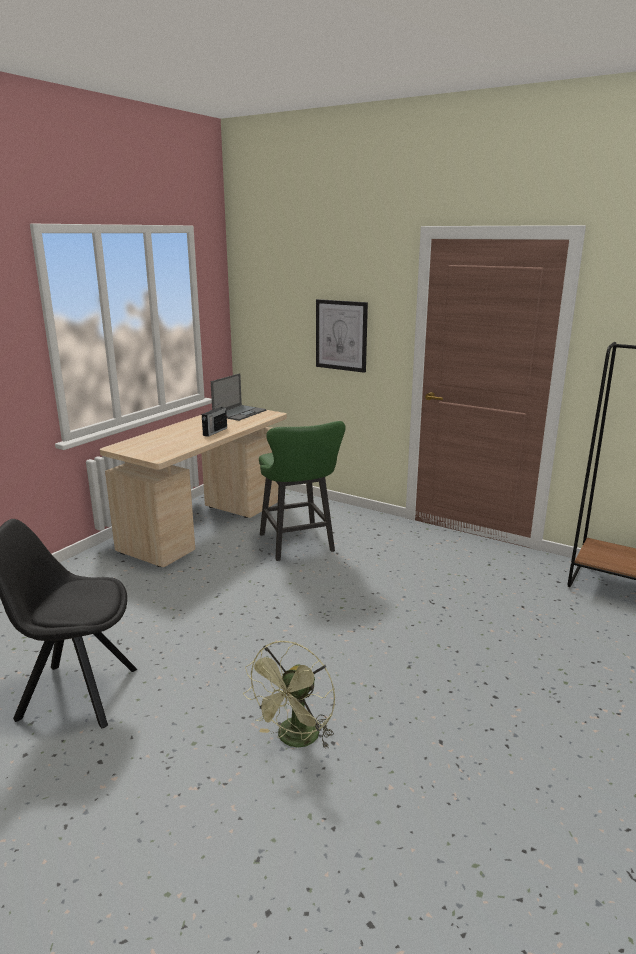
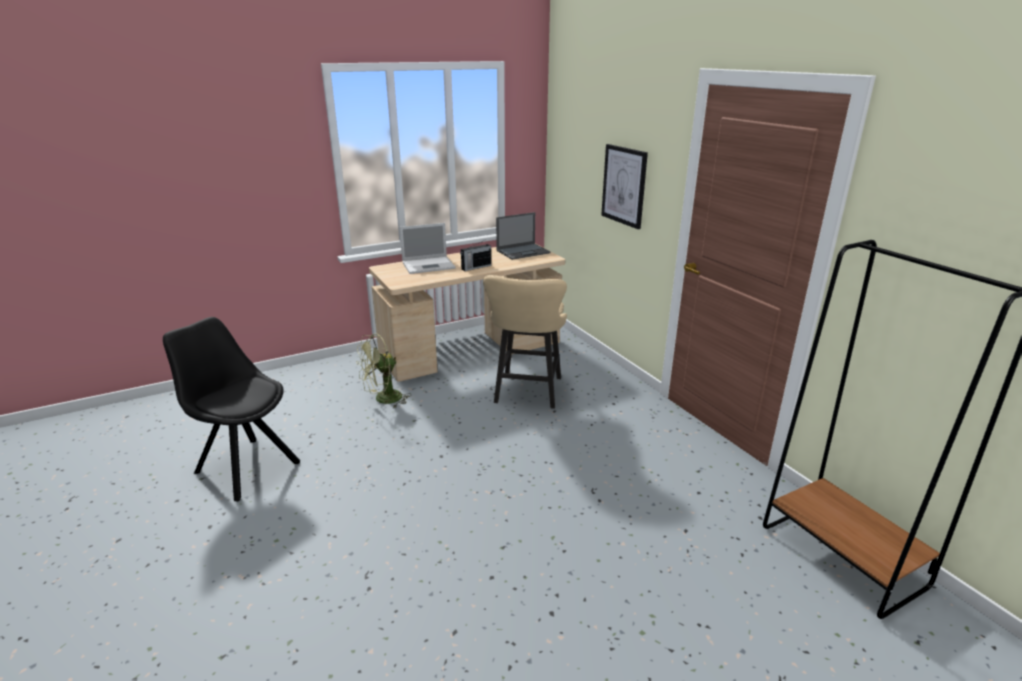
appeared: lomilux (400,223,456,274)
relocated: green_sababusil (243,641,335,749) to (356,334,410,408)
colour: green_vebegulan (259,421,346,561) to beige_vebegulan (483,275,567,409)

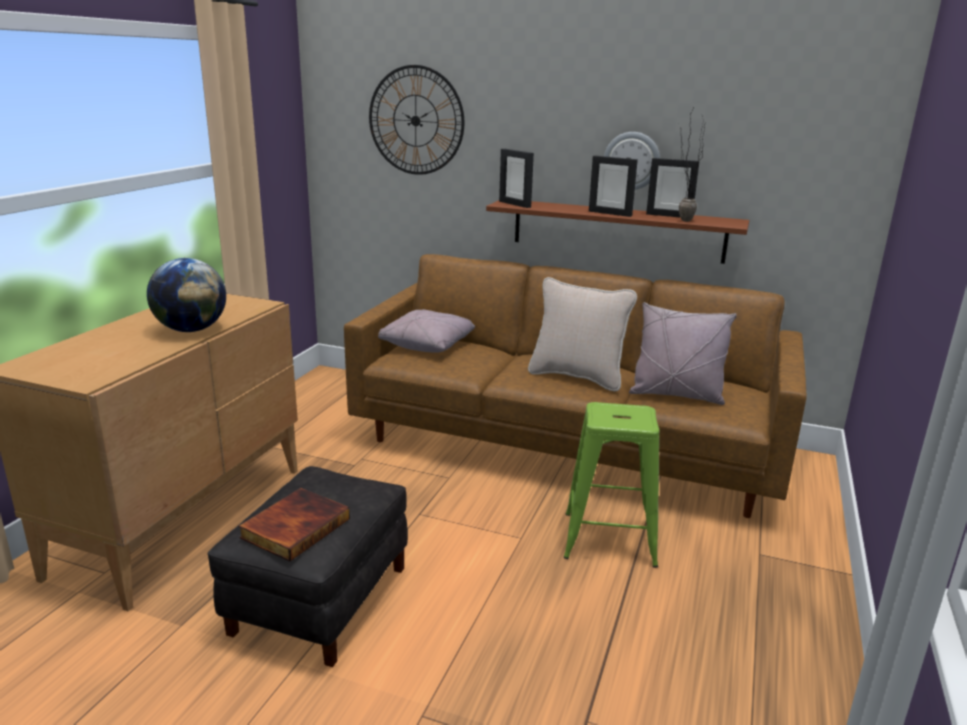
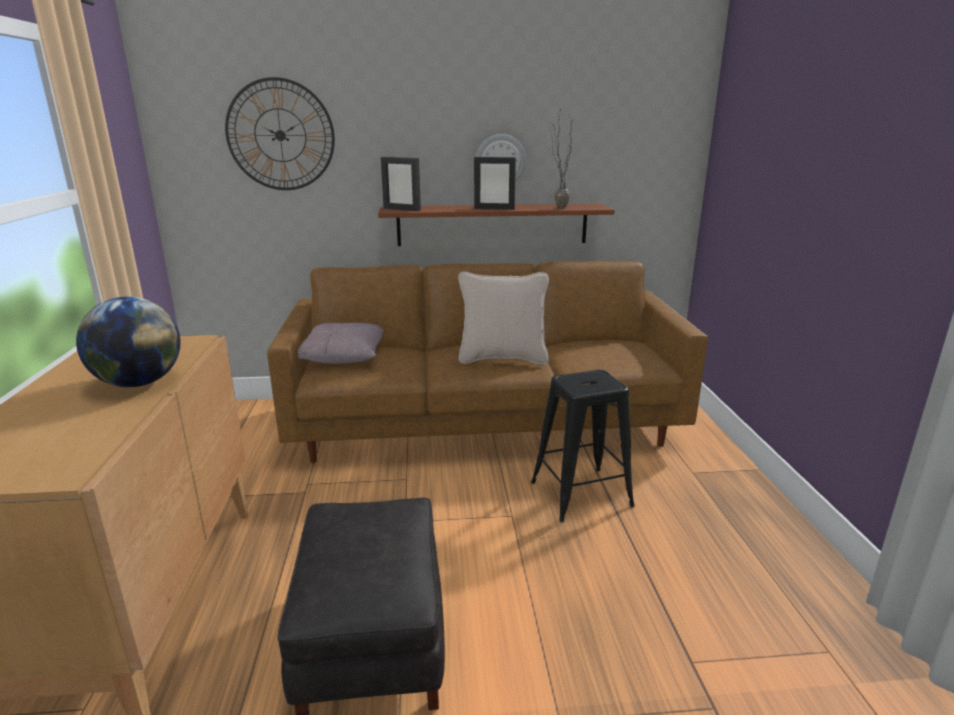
missing: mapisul (646,158,700,218); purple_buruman (629,302,737,405); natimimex (238,488,350,561)
colour: green_vebegulan (564,402,659,568) to black_vebegulan (531,370,635,523)

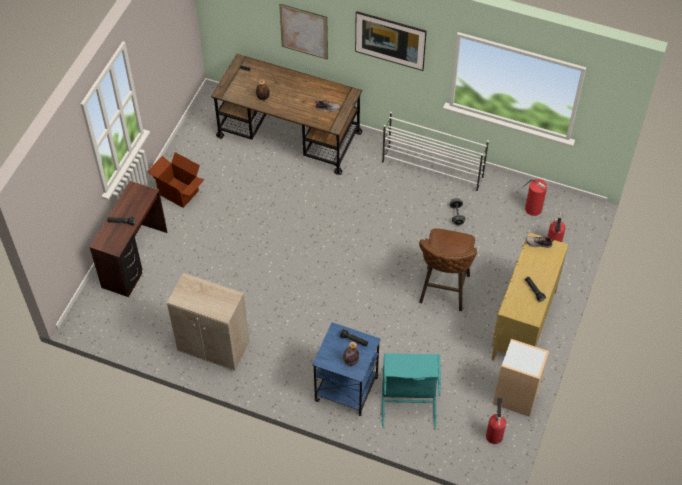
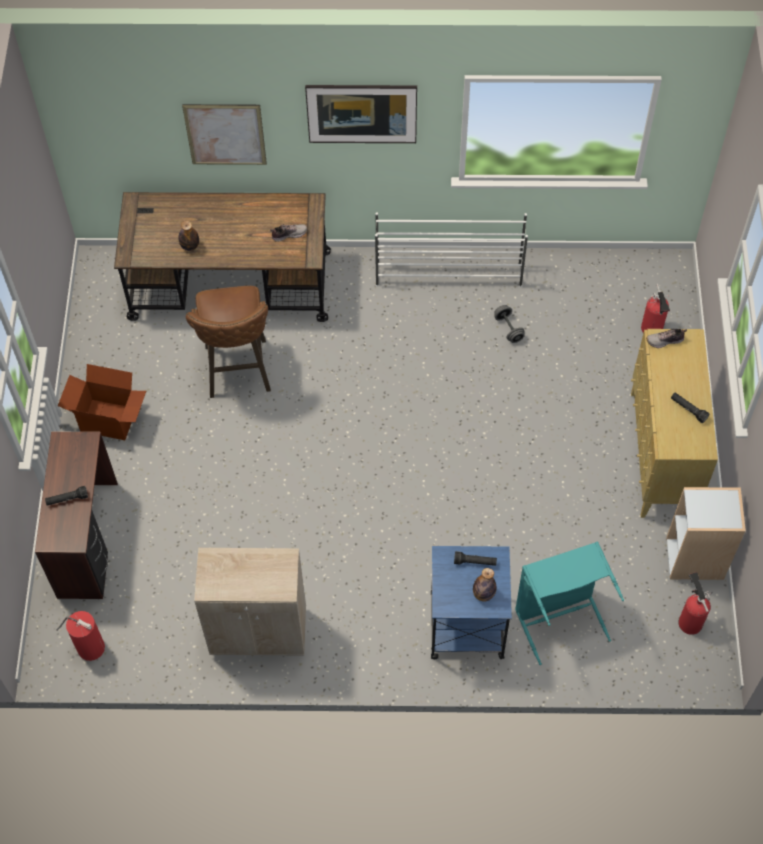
relocated: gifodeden (521,179,547,216) to (56,611,105,661); brown_vebegulan (419,228,477,311) to (186,286,271,398)

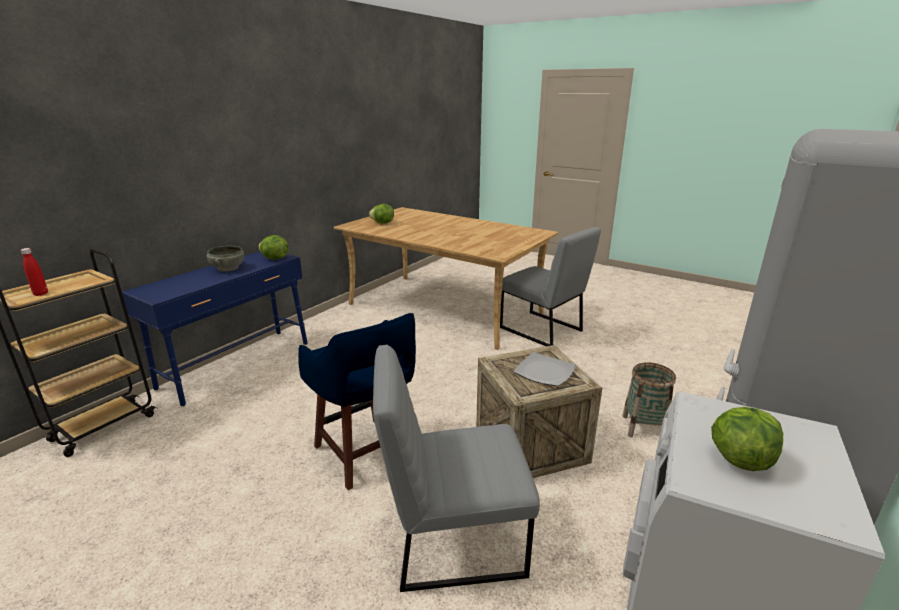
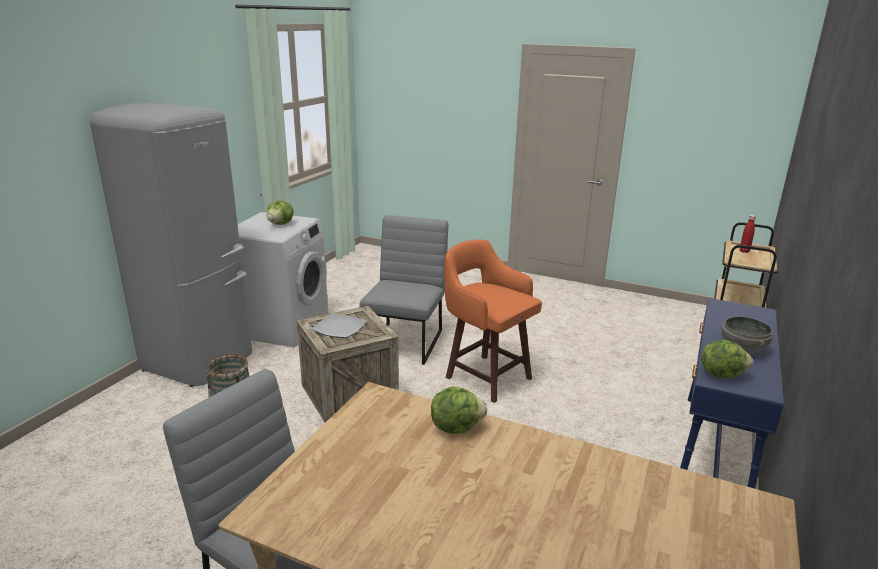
relocated: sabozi (369,204,394,224) to (431,386,487,434)
colour: blue_vebegulan (298,313,416,490) to orange_vebegulan (444,239,542,403)
spun: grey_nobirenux (373,345,540,592) = (359,215,448,365) 60 degrees counterclockwise

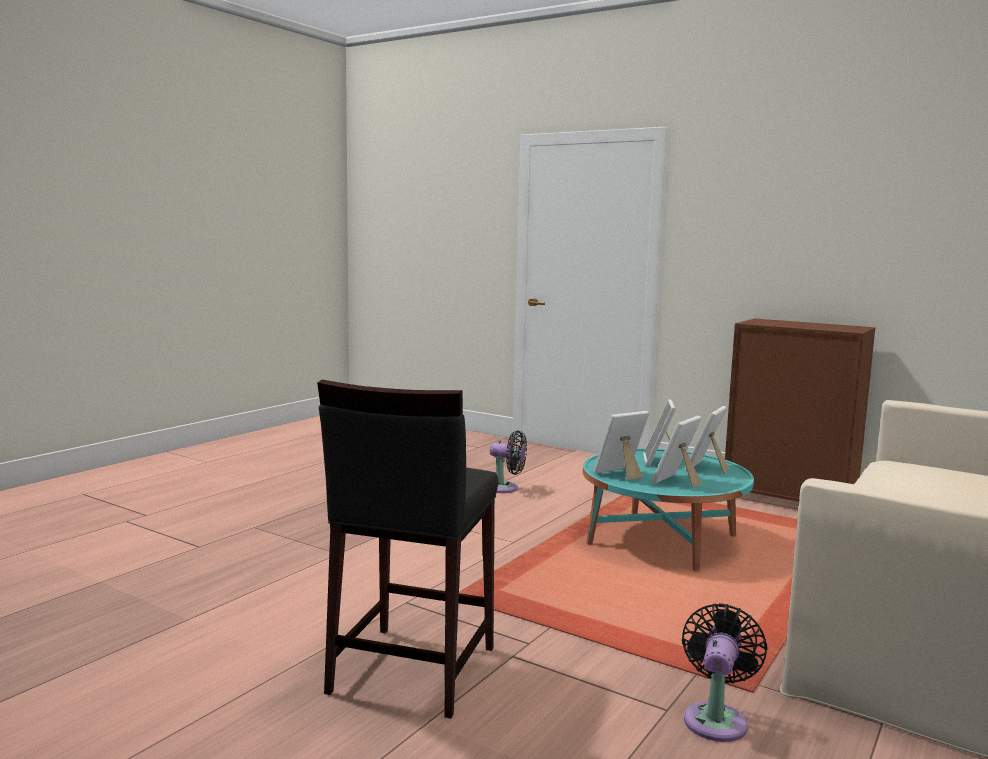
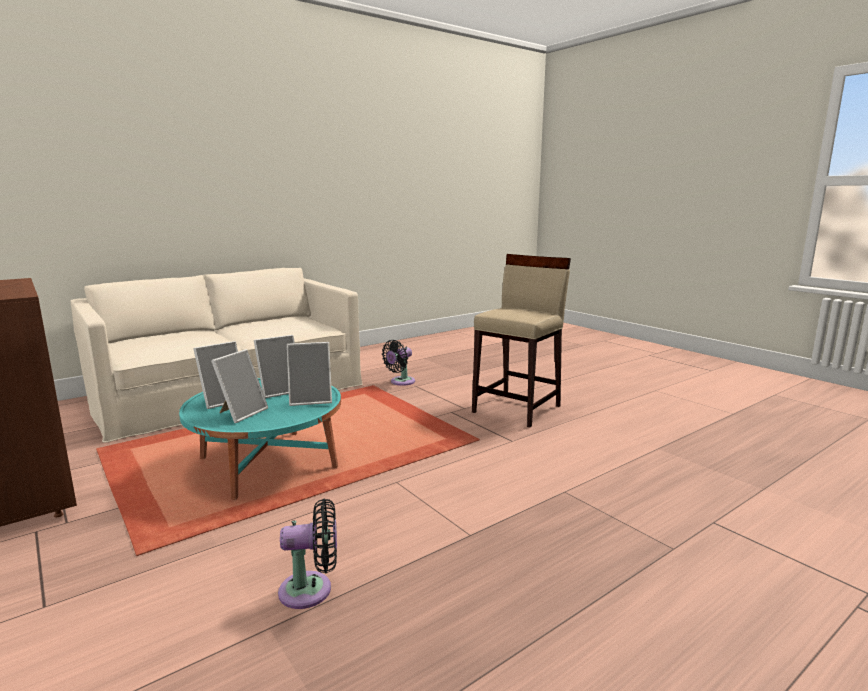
colour: black_vebegulan (317,380,498,719) to beige_vebegulan (472,254,571,427)
spun: black_sababusil (490,430,527,493) = (278,499,337,609) 135 degrees clockwise

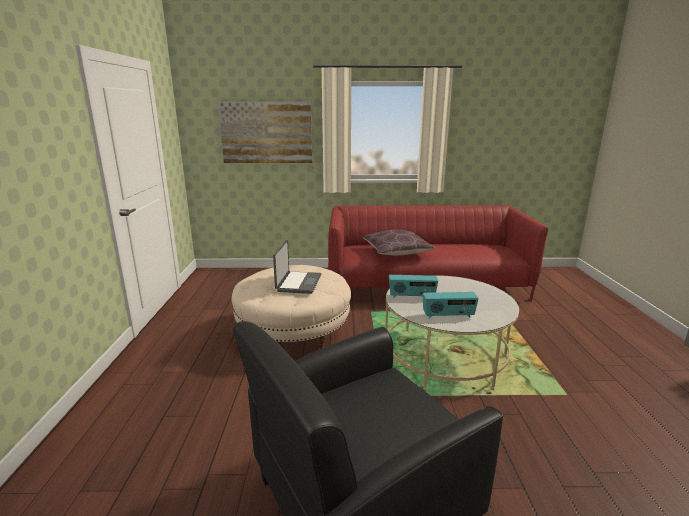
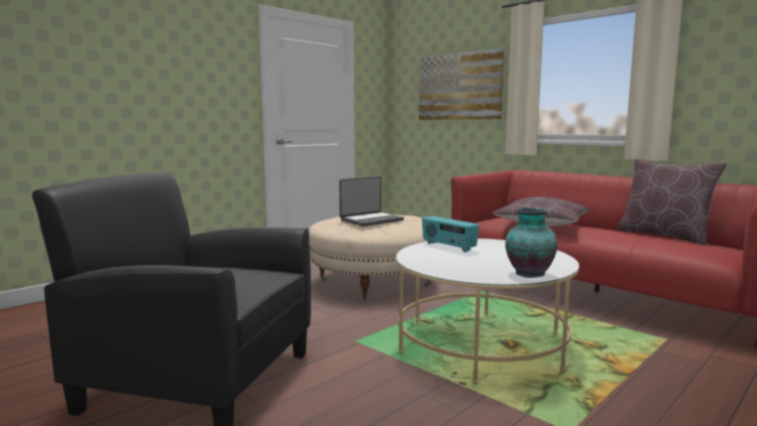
missing: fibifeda (422,292,479,318)
appeared: brown_buruman (616,159,727,245); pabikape (505,208,557,278)

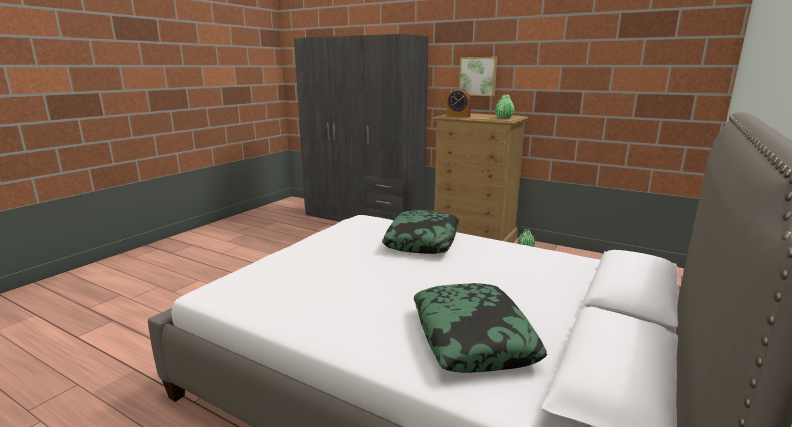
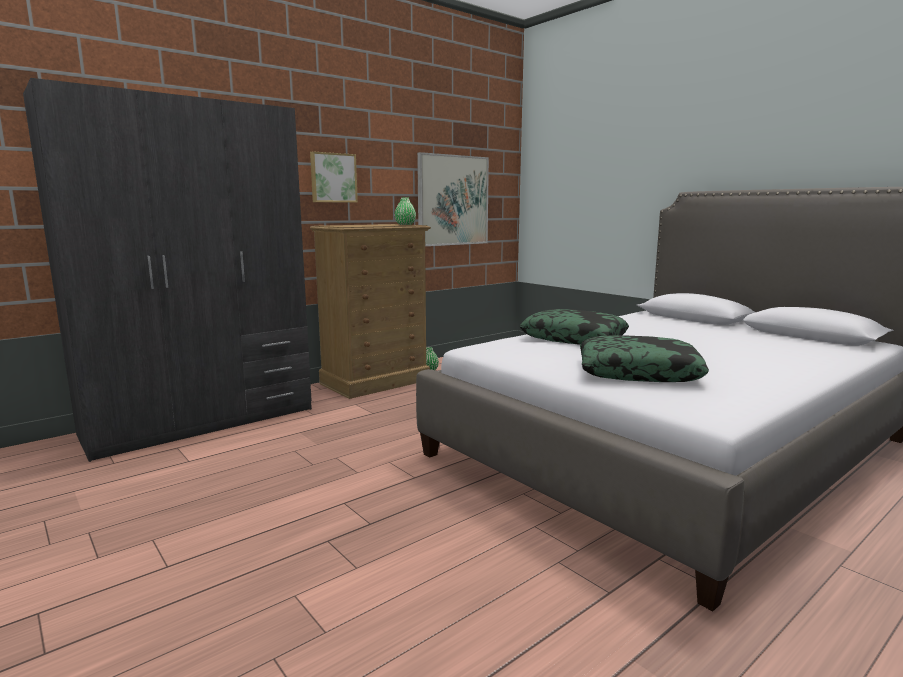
missing: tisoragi (447,88,471,118)
appeared: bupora (417,152,489,246)
relocated: buruman (414,283,547,373) to (580,335,709,382)

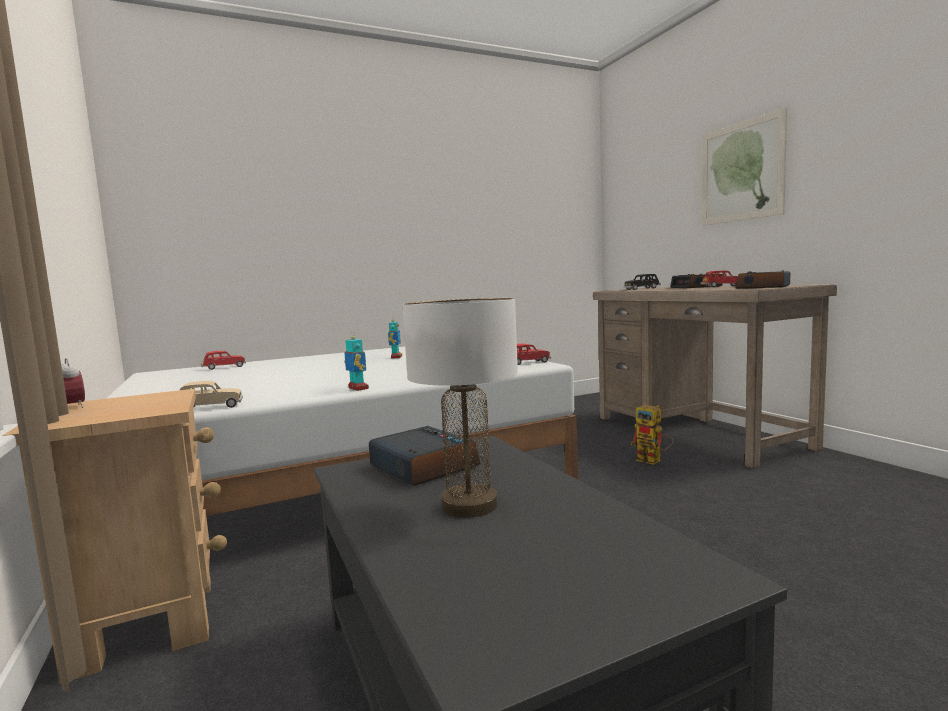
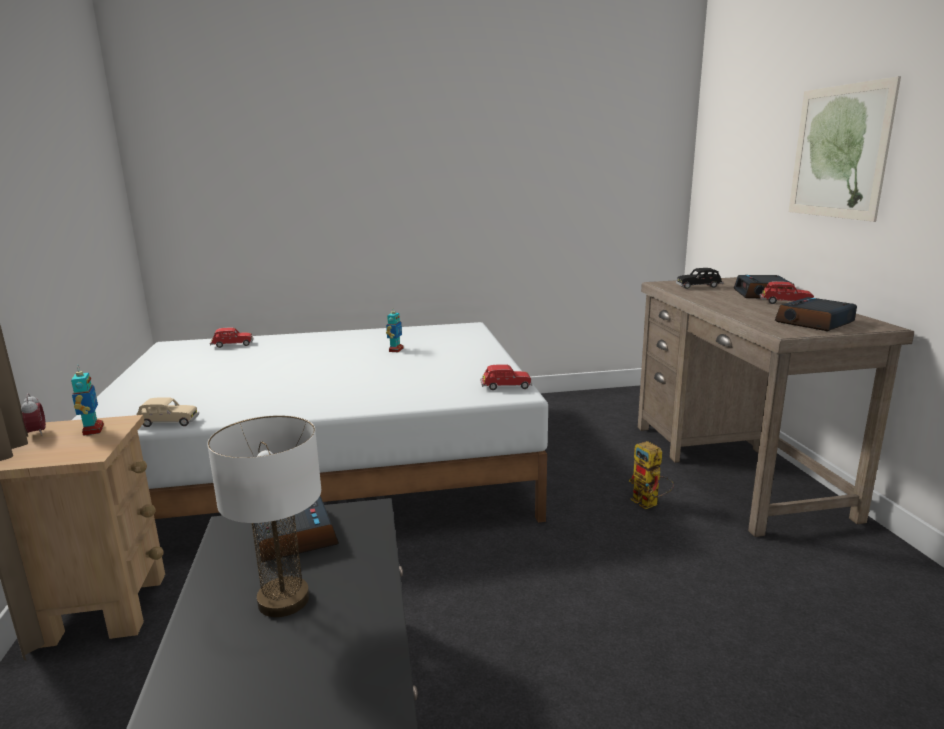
relocated: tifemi (344,330,369,391) to (71,365,104,436)

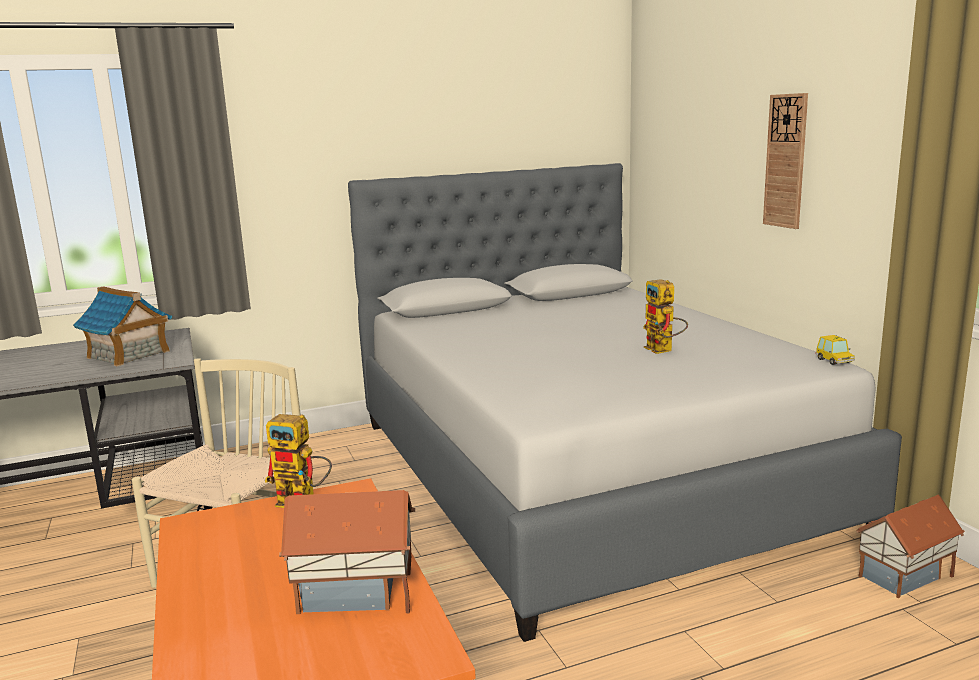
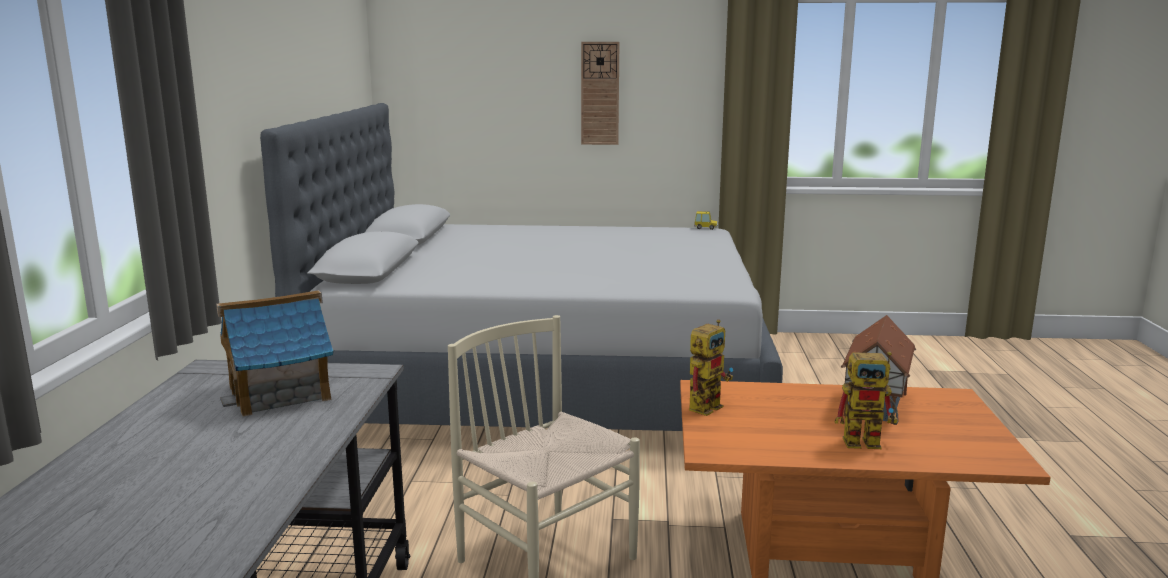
missing: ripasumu (856,495,965,598)
relocated: tifemi (643,279,688,354) to (835,351,899,449)

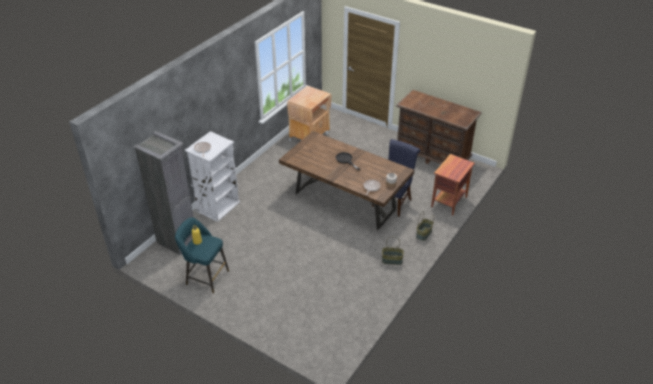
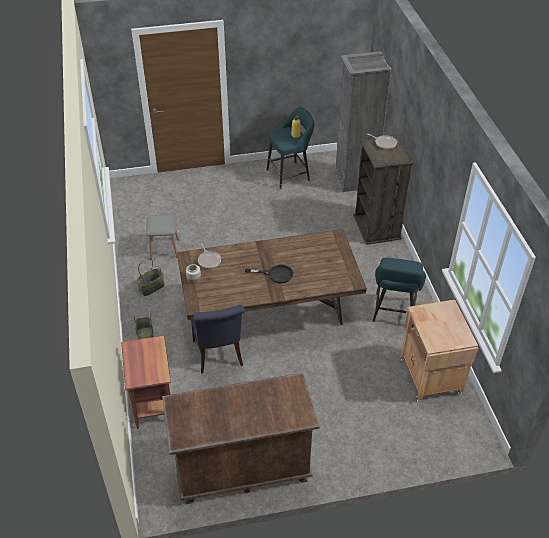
appeared: grey_vebegulan (146,214,179,259); turquoise_vebegulan (372,258,426,328)
colour: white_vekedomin (185,131,240,222) to brown_vekedomin (353,134,414,245)

